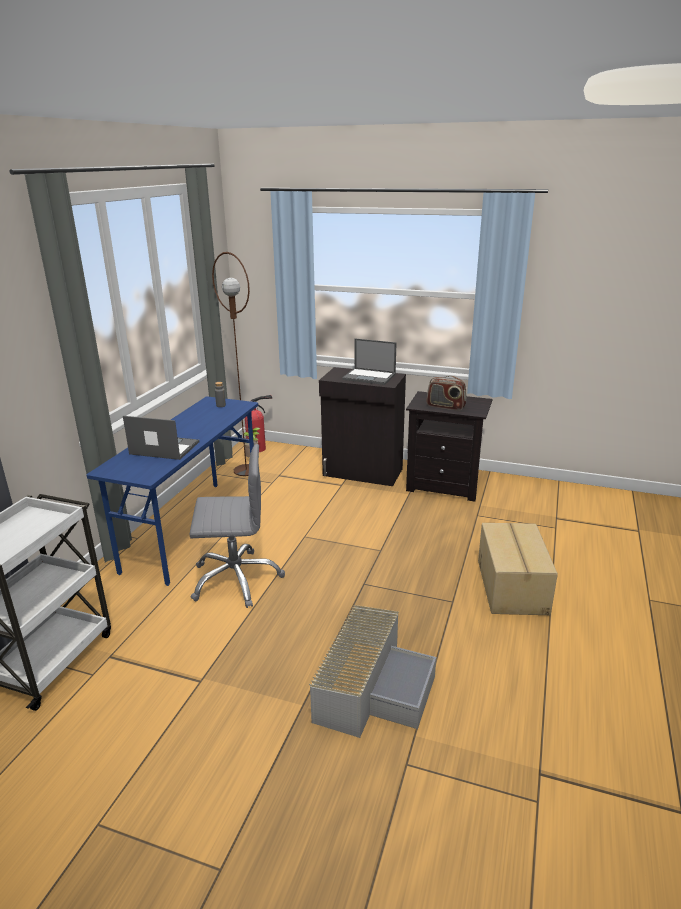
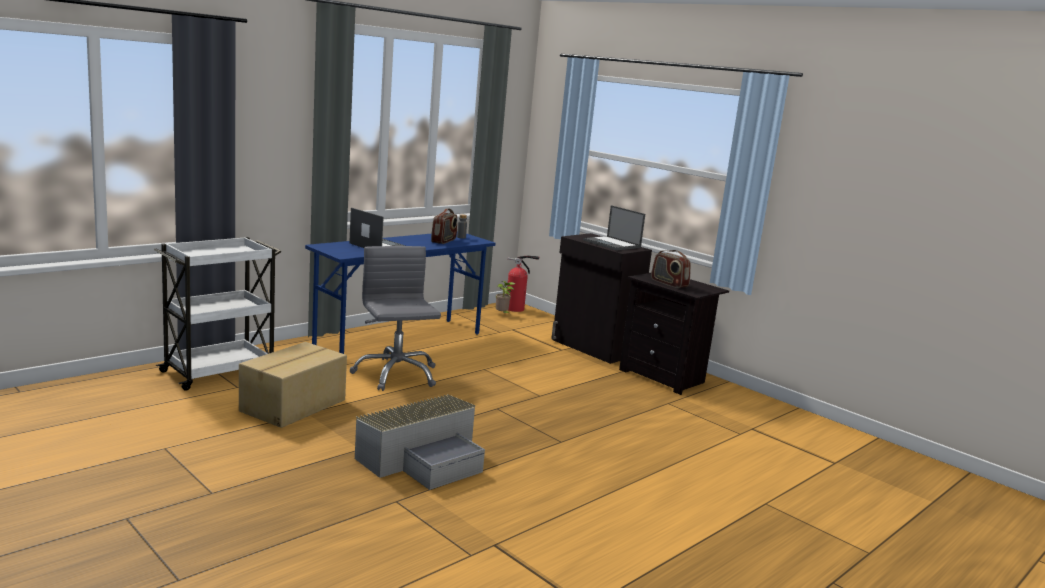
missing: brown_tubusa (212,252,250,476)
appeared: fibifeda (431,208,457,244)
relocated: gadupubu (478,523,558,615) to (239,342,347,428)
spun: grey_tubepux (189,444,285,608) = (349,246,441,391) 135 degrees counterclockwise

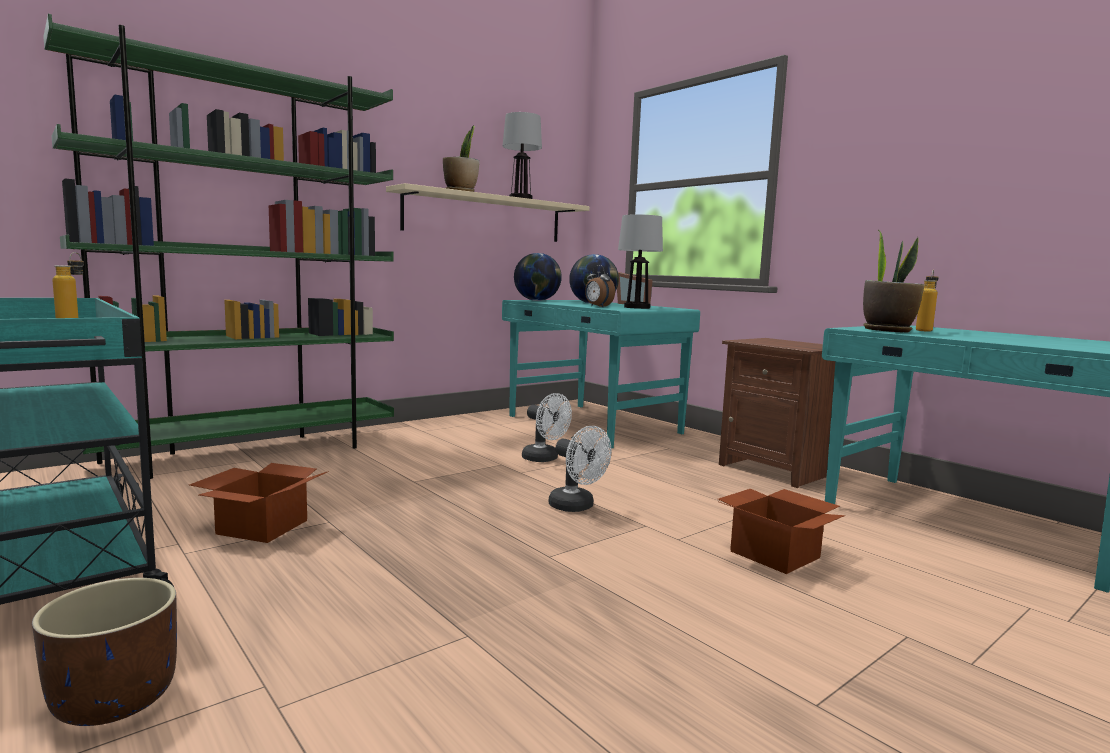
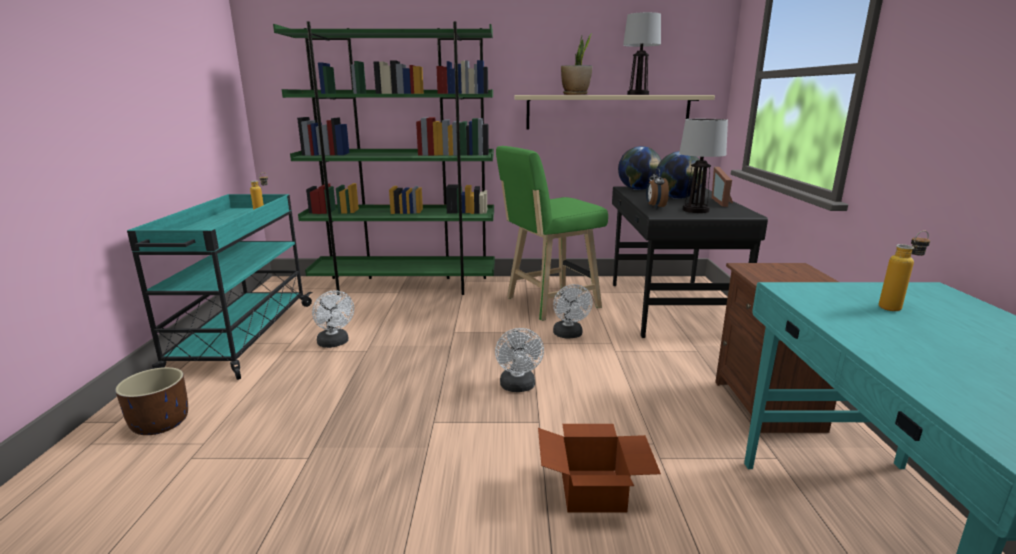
missing: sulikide (863,230,925,333)
appeared: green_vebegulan (496,146,608,321)
exchanged: gadupubu (189,463,329,543) to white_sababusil (312,290,354,348)
colour: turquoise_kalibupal (502,300,700,449) to black_kalibupal (612,186,768,338)

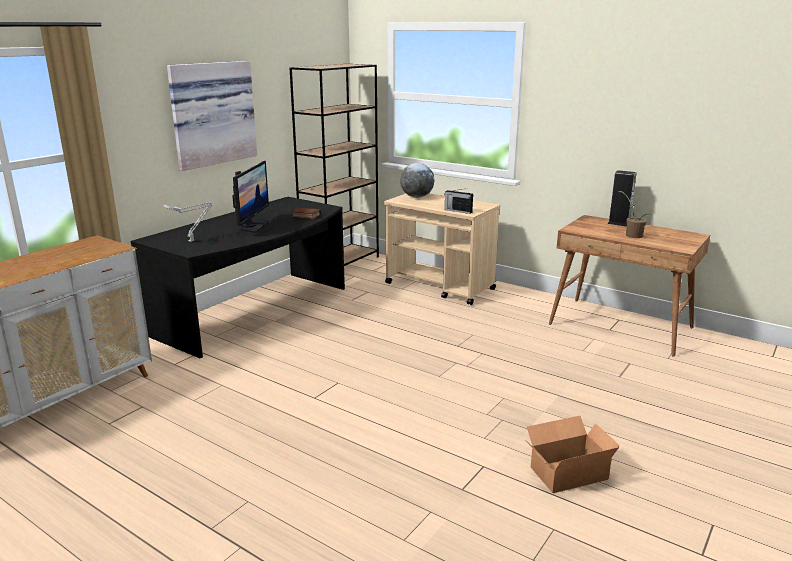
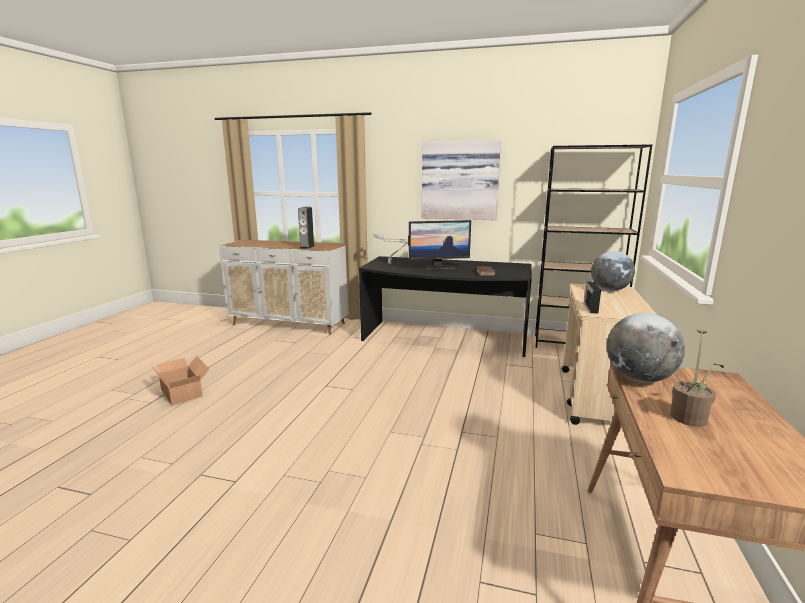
appeared: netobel (607,313,685,383)
relocated: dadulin (607,170,636,226) to (298,207,315,249); gadupubu (524,416,620,493) to (152,356,209,405)

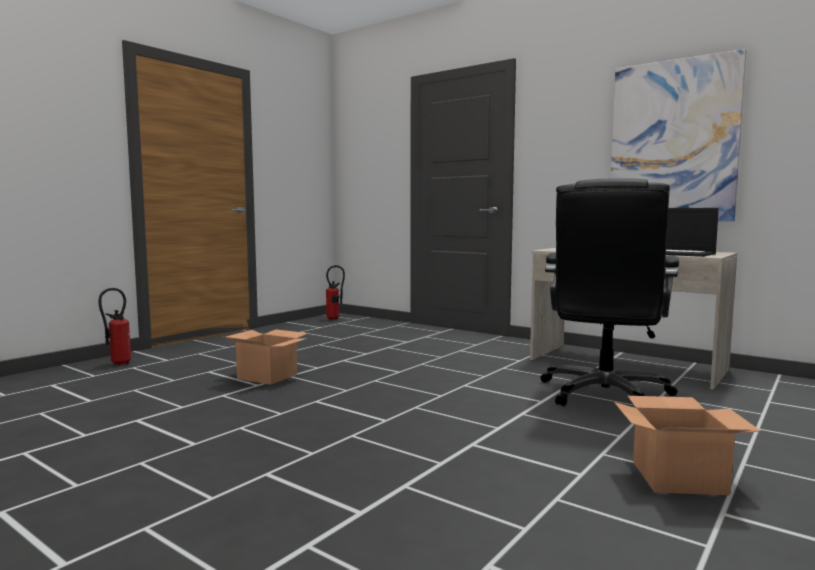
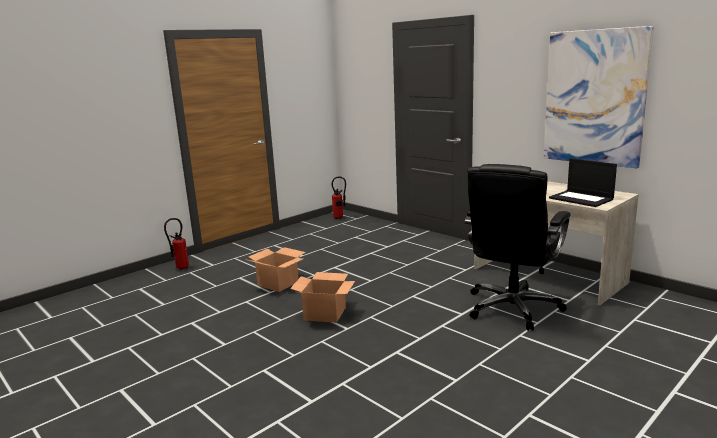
relocated: gadupubu (614,396,761,495) to (290,272,355,323)

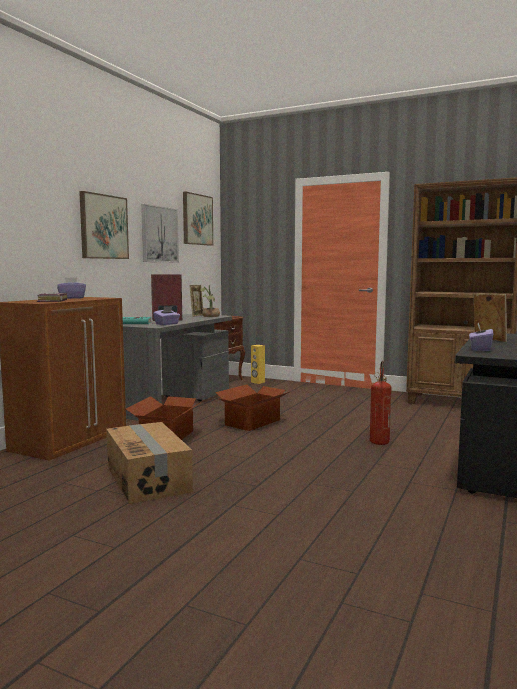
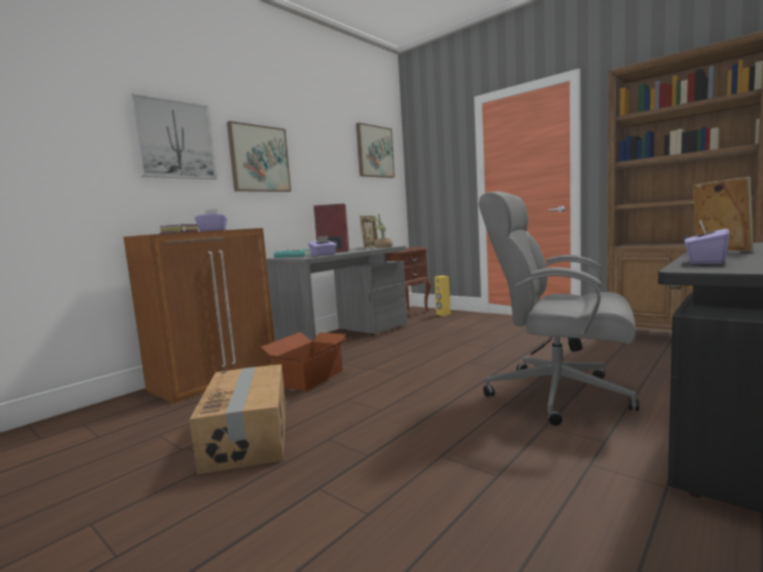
missing: gadupubu (215,384,289,431)
relocated: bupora (141,204,179,262) to (129,93,217,179)
exchanged: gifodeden (370,361,391,445) to grey_tubepux (478,192,639,426)

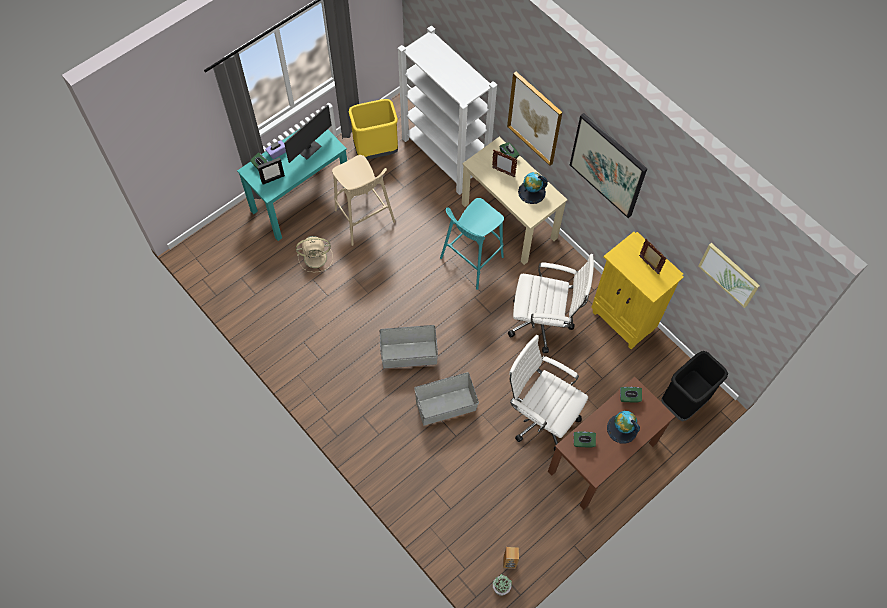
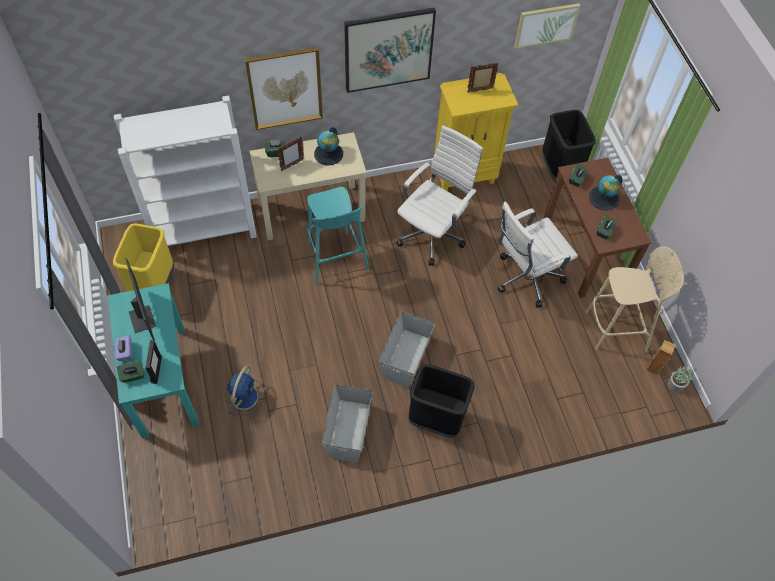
appeared: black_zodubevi (408,364,475,438)
relocated: beige_vebegulan (332,155,395,246) to (585,246,684,352); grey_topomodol (414,372,479,425) to (322,385,373,462)
colour: beige_sababusil (296,236,333,272) to blue_sababusil (226,366,265,415)

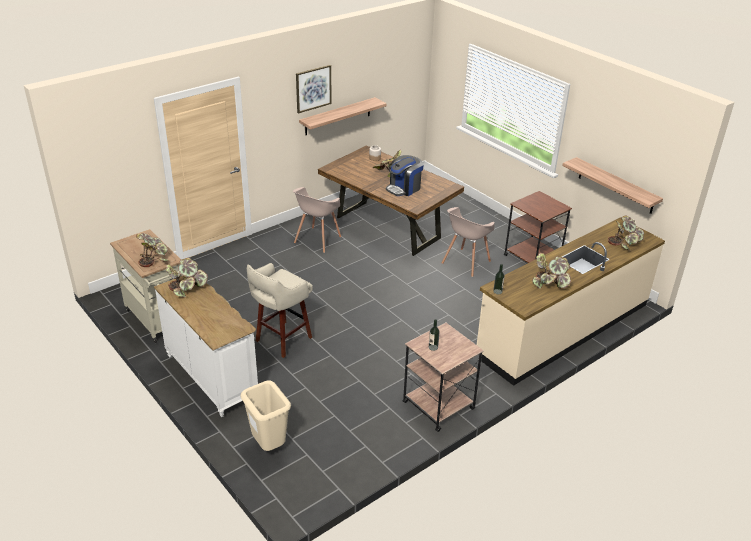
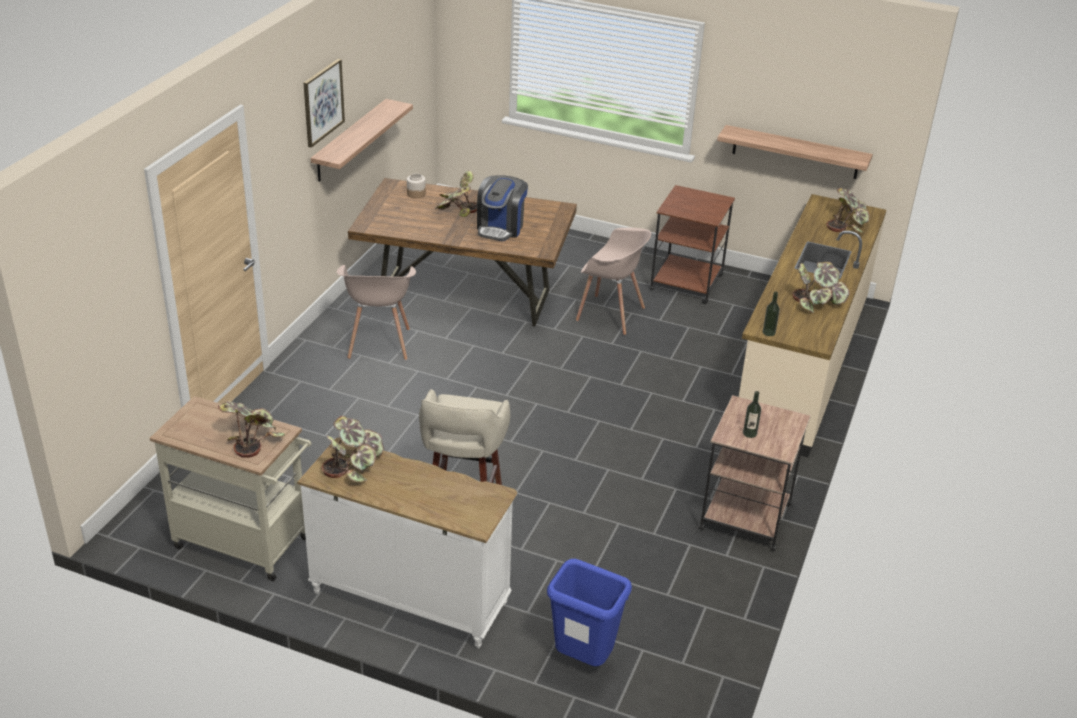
colour: beige_zodubevi (241,380,291,451) to blue_zodubevi (547,559,632,666)
spun: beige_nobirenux (442,207,495,277) = (576,228,651,335) 75 degrees counterclockwise

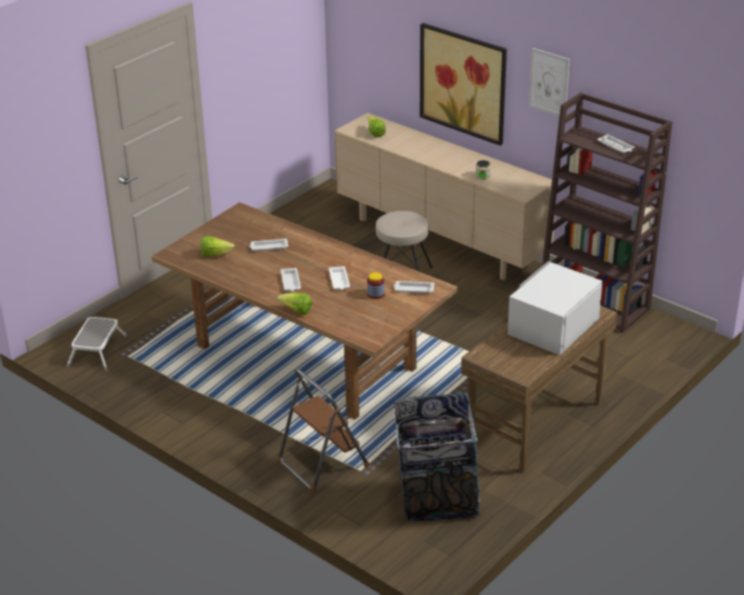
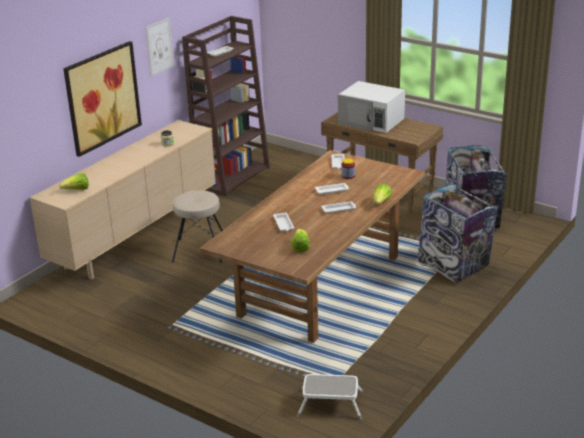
exchanged: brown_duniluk (278,368,371,493) to zodubevi (416,184,499,283)

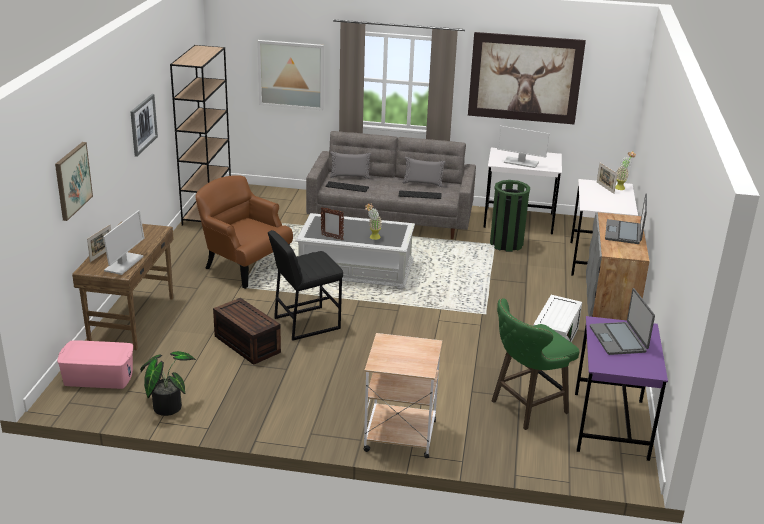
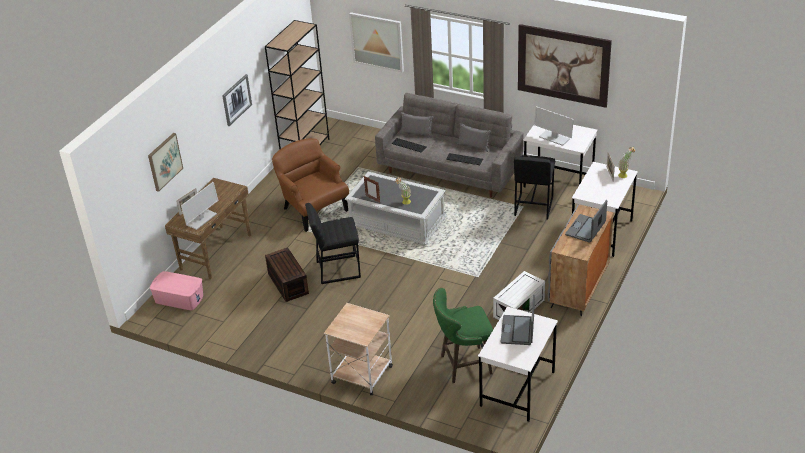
missing: sulikide (140,351,196,416)
exchanged: green_zodubevi (490,180,530,252) to black_nobirenux (514,155,555,220)
colour: purple_kalibupal (575,316,668,461) to white_kalibupal (478,307,558,422)

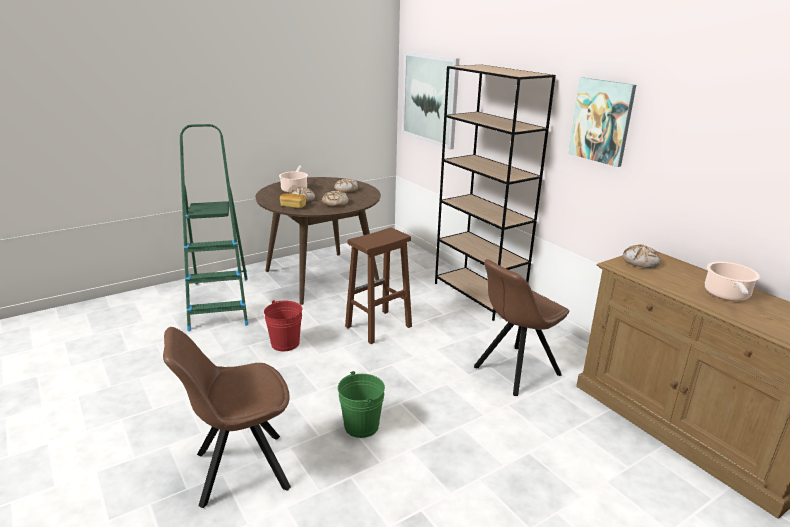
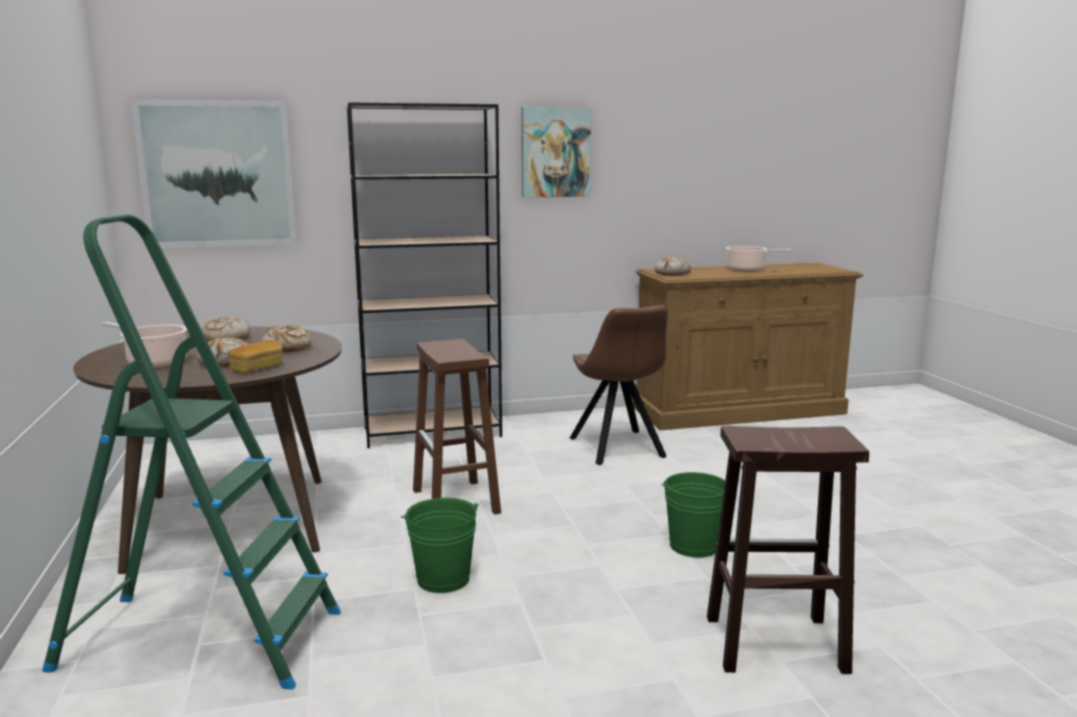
exchanged: brown_nobirenux (163,327,291,508) to brown_vebegulan (707,426,869,674)
colour: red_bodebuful (264,300,302,351) to green_bodebuful (401,498,479,593)

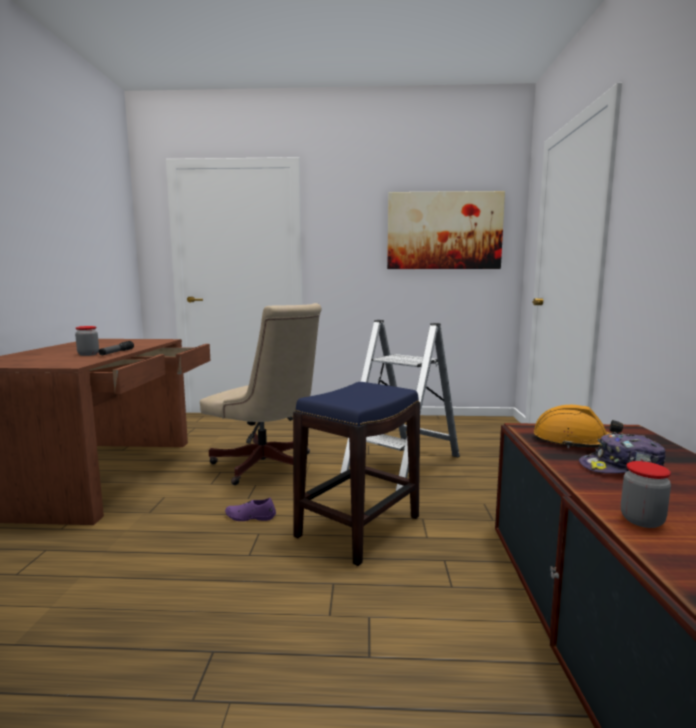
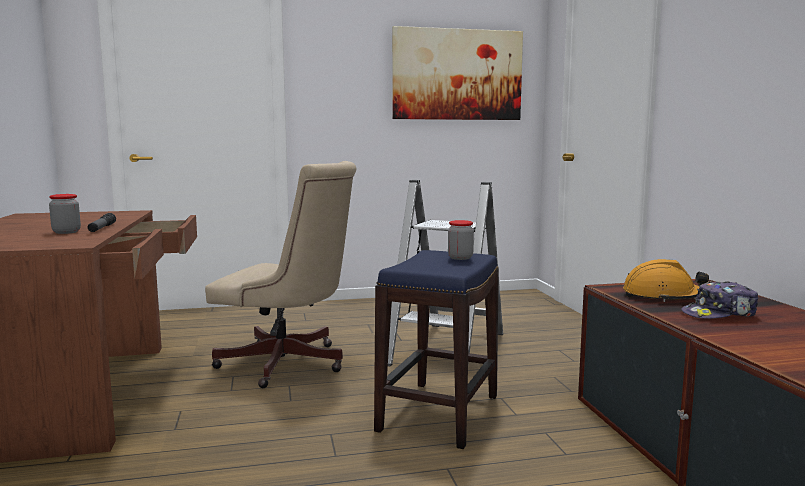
missing: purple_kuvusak (225,498,276,521)
relocated: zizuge (621,461,671,528) to (448,220,474,260)

